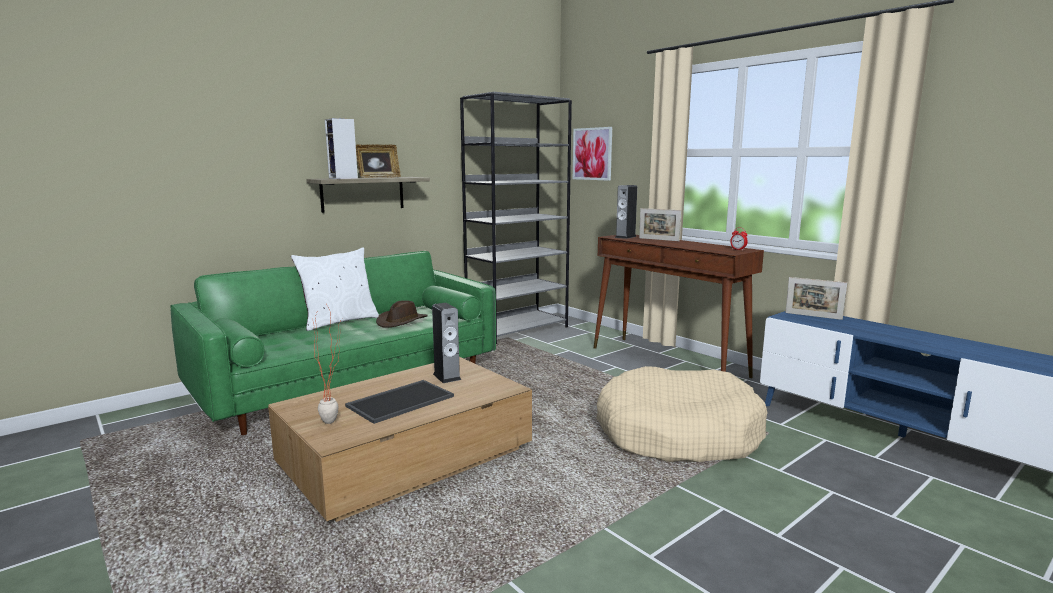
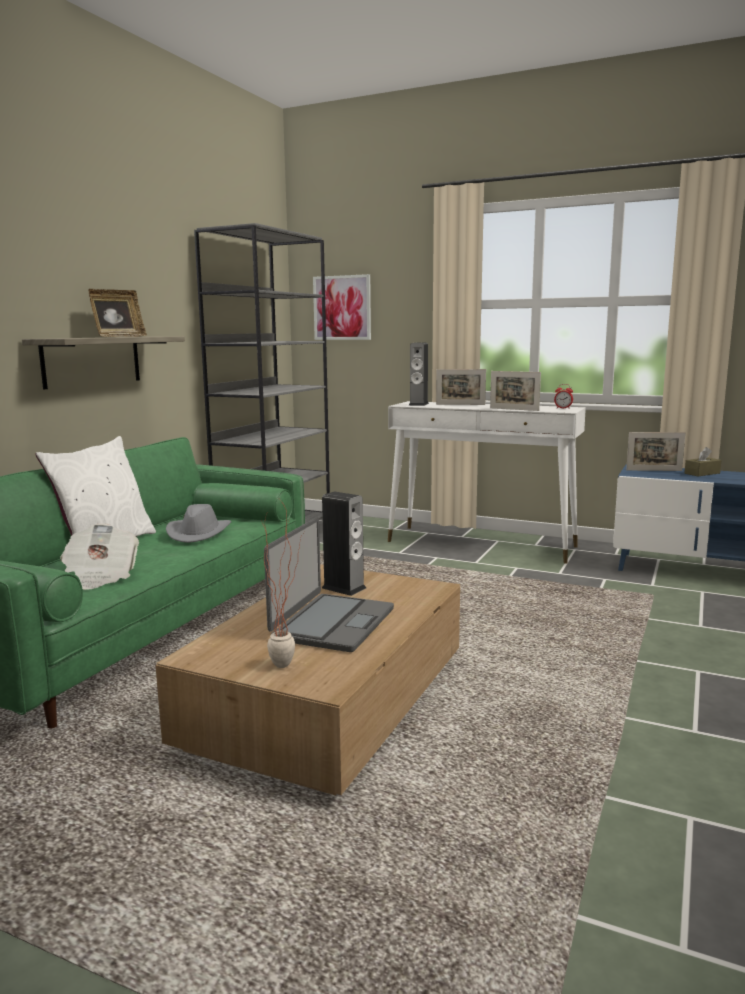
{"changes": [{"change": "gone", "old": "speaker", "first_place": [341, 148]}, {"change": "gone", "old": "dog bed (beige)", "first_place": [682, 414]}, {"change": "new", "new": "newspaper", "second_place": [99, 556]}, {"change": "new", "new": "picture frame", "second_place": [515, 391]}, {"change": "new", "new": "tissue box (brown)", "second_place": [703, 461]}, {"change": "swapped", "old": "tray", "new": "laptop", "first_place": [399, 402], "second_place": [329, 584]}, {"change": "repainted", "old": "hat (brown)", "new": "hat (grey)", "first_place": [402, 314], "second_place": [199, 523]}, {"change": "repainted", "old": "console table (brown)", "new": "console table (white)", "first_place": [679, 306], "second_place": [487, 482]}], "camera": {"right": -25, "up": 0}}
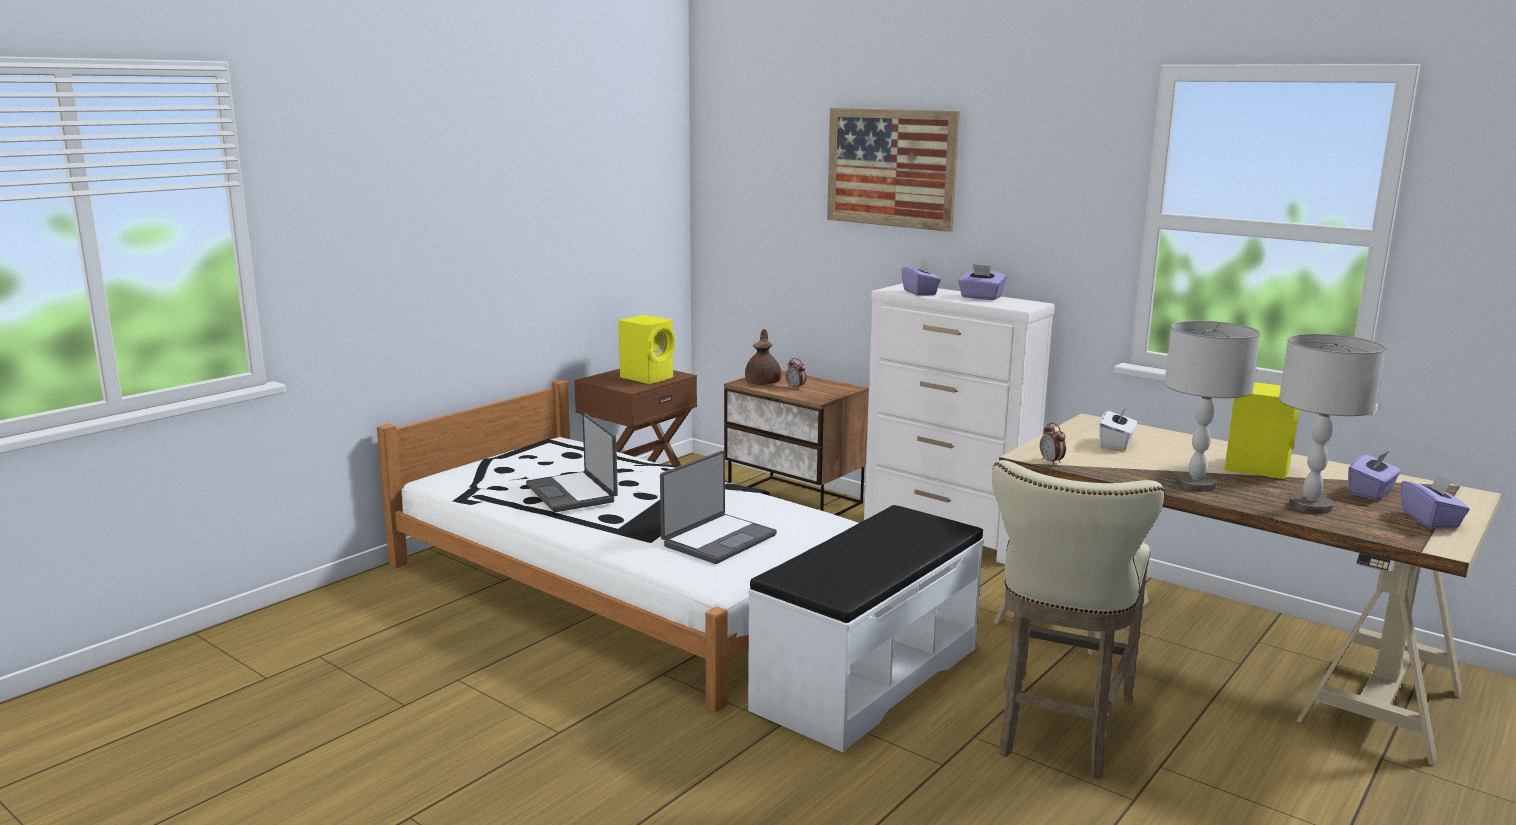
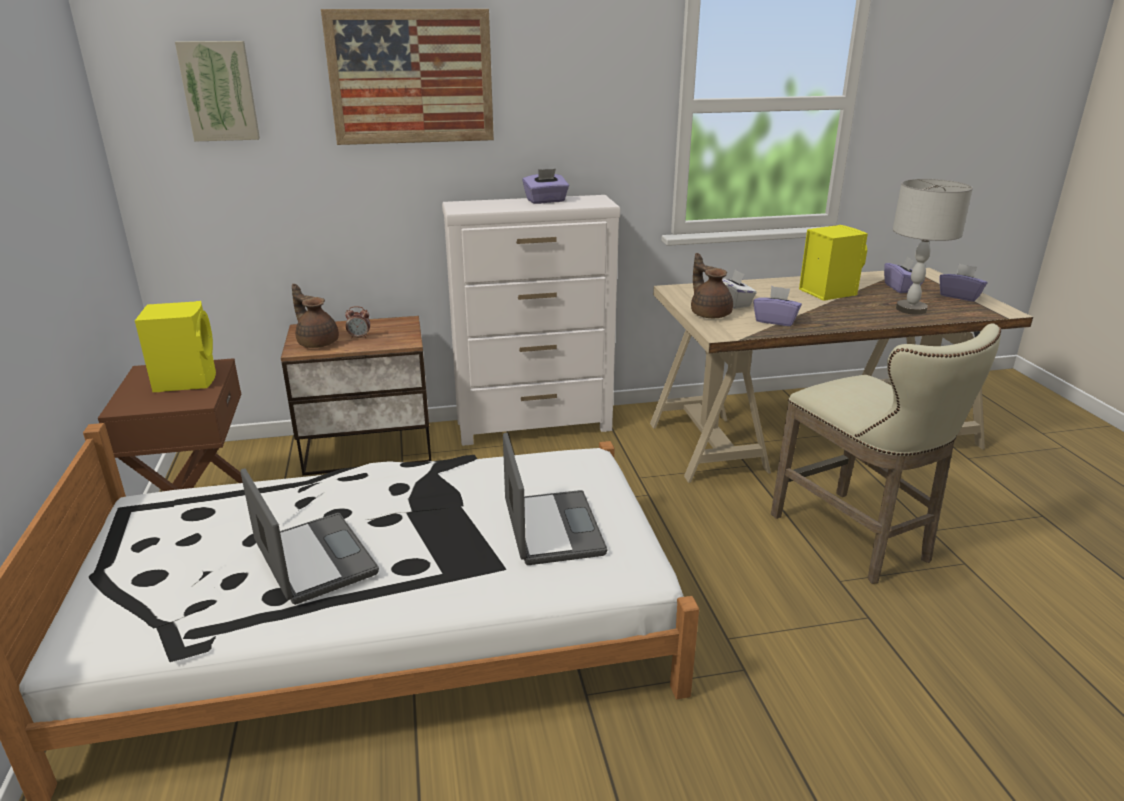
{"changes": [{"change": "gone", "old": "bench (white)", "first_place": [866, 628]}, {"change": "gone", "old": "alarm clock", "first_place": [1053, 444]}, {"change": "gone", "old": "table lamp (grey)", "first_place": [1212, 406]}, {"change": "new", "new": "picture", "second_place": [217, 91]}, {"change": "new", "new": "teapot (brown)", "second_place": [712, 285]}, {"change": "shifted", "old": "tissue box (purple)", "first_place": [921, 277], "second_place": [777, 306]}, {"change": "rotated", "old": "laptop", "first_place": [572, 462], "second_place": [310, 537], "degrees": -135}], "camera": {"right": -50, "up": 10}}
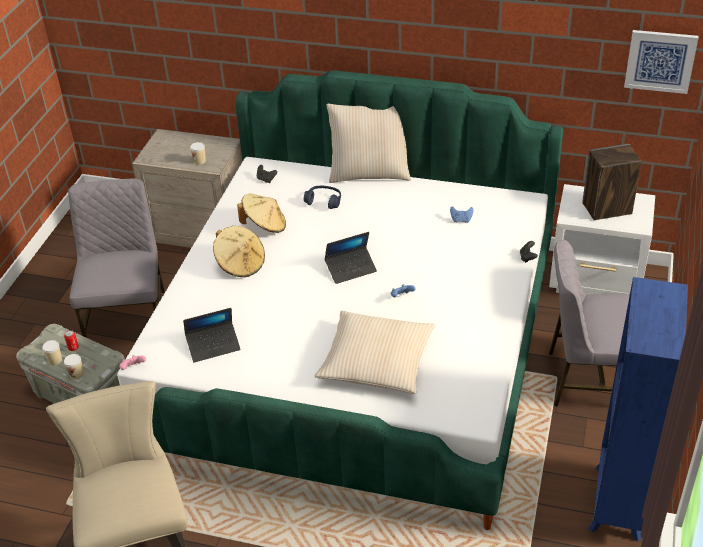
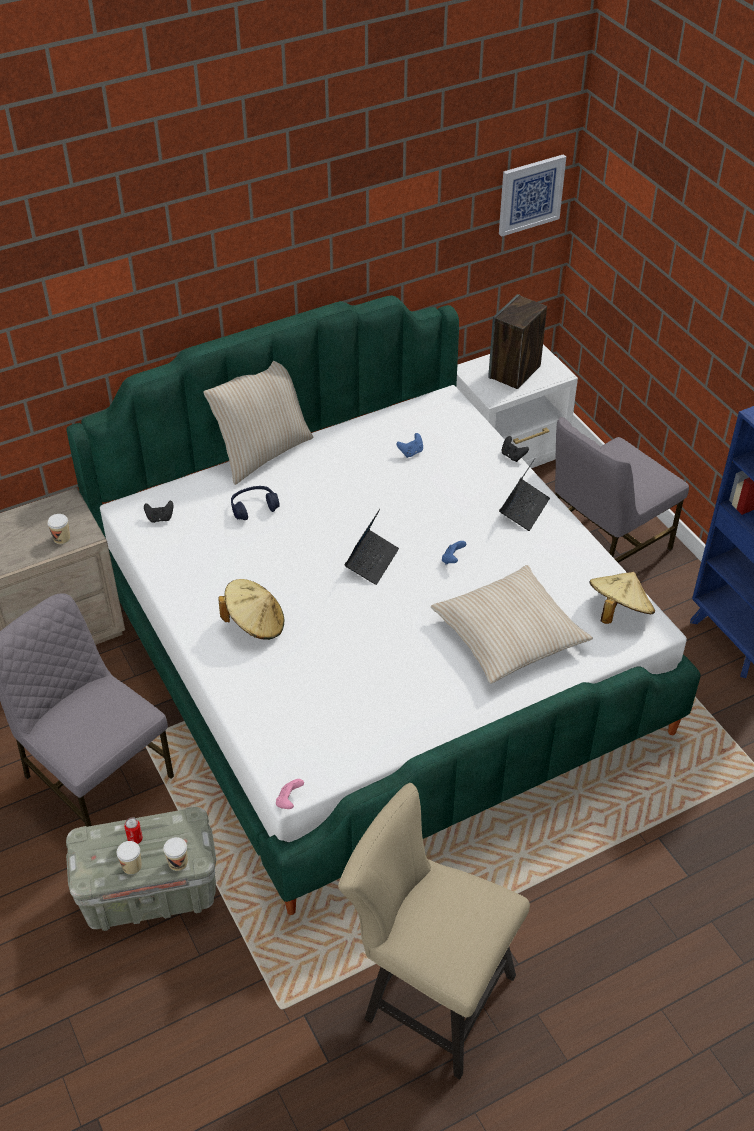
{"changes": [{"change": "shifted", "old": "laptop", "first_place": [212, 335], "second_place": [524, 495]}, {"change": "shifted", "old": "hat (beige)", "first_place": [261, 213], "second_place": [622, 598]}], "camera": {"right": -45, "up": 5}}
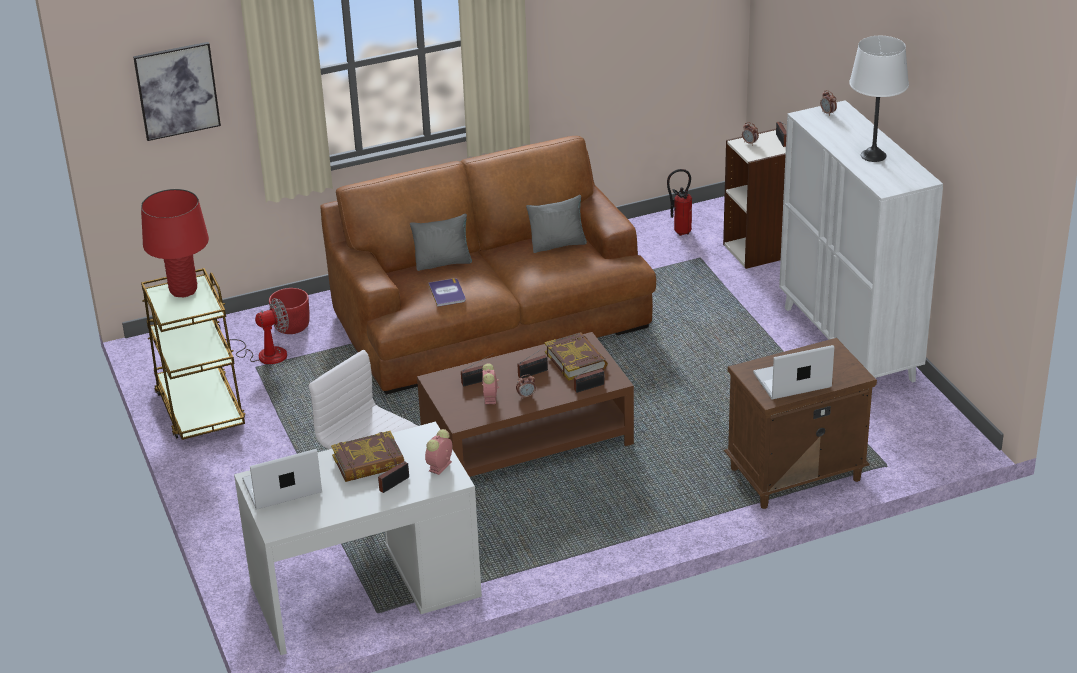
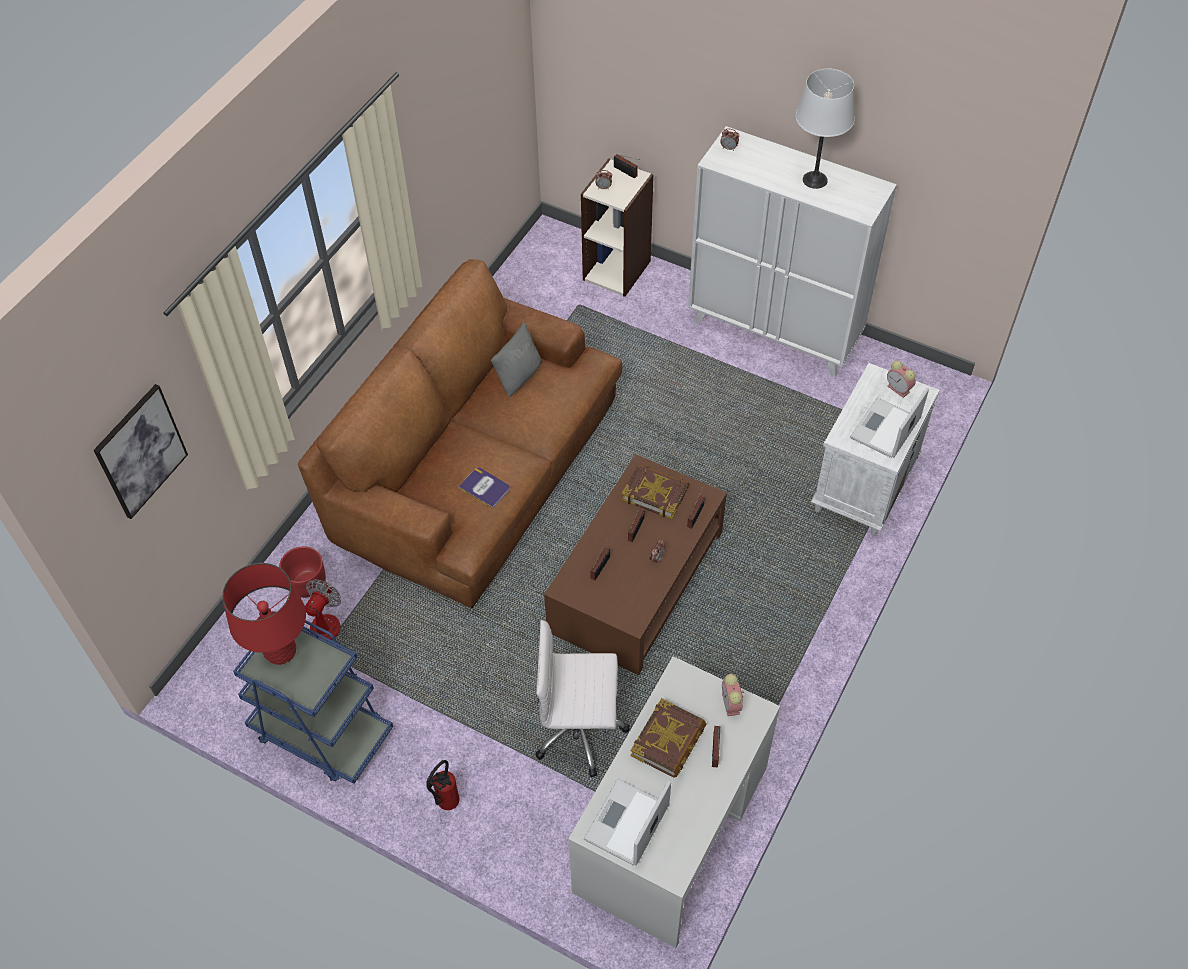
{"changes": [{"change": "gone", "old": "pillow (grey)", "first_place": [441, 242]}, {"change": "shifted", "old": "alarm clock", "first_place": [490, 384], "second_place": [901, 379]}, {"change": "shifted", "old": "fire extinguisher", "first_place": [679, 202], "second_place": [443, 785]}, {"change": "repainted", "old": "cart (brown)", "new": "cart (blue)", "first_place": [193, 354], "second_place": [313, 702]}, {"change": "repainted", "old": "nightstand (brown)", "new": "nightstand (white)", "first_place": [800, 423], "second_place": [875, 449]}], "camera": {"right": -40, "up": 20}}
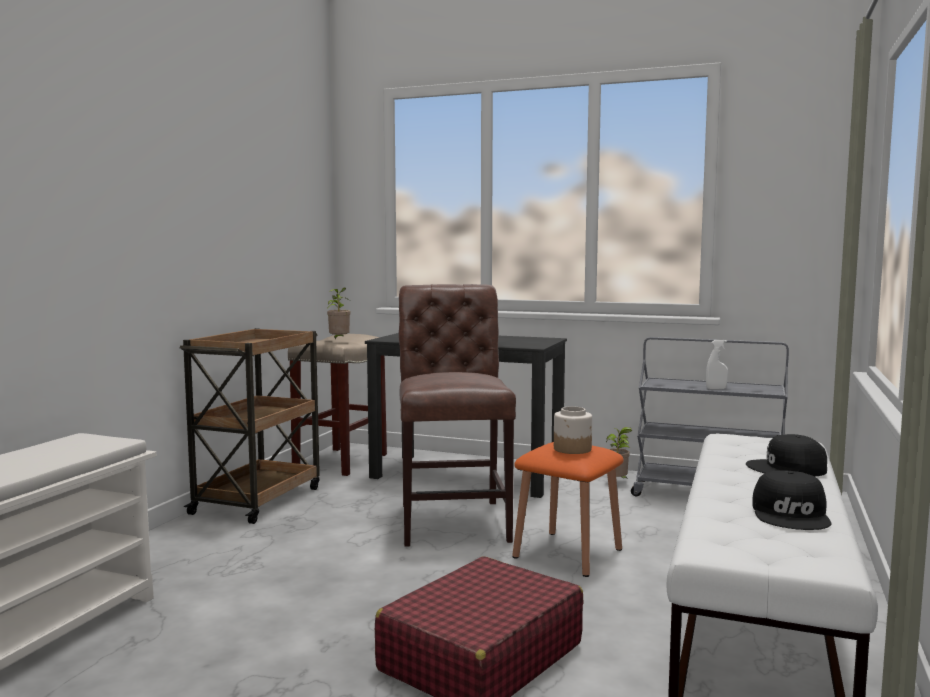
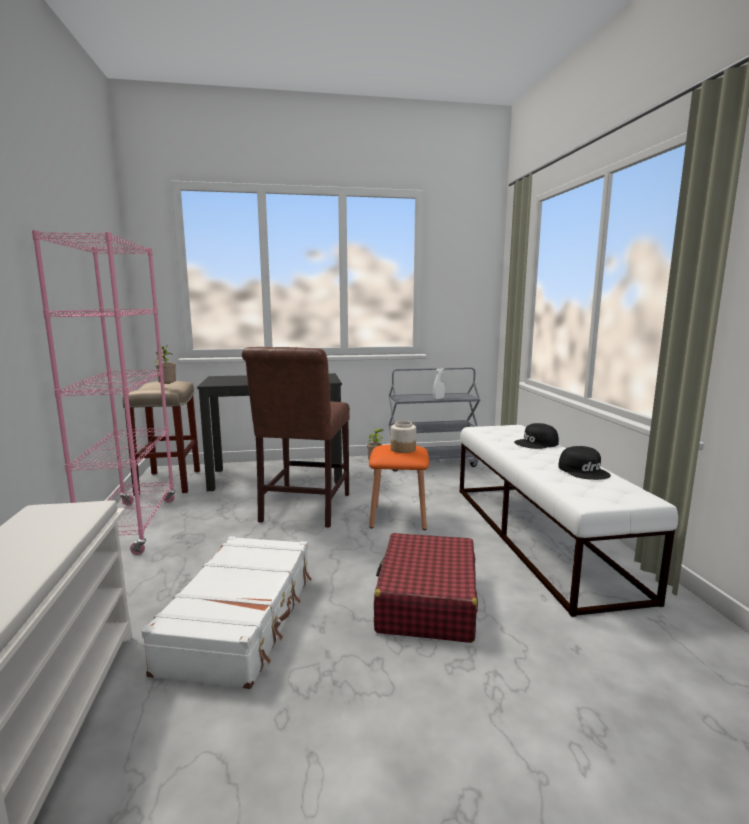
{"changes": [{"change": "new", "new": "suitcase (white)", "second_place": [227, 612]}, {"change": "swapped", "old": "cart (brown)", "new": "bookcase (pink)", "first_place": [250, 426], "second_place": [104, 392]}, {"change": "rotated", "old": "chair (brown)", "first_place": [457, 415], "second_place": [296, 437], "degrees": -135}], "camera": {"right": -30, "up": 5}}
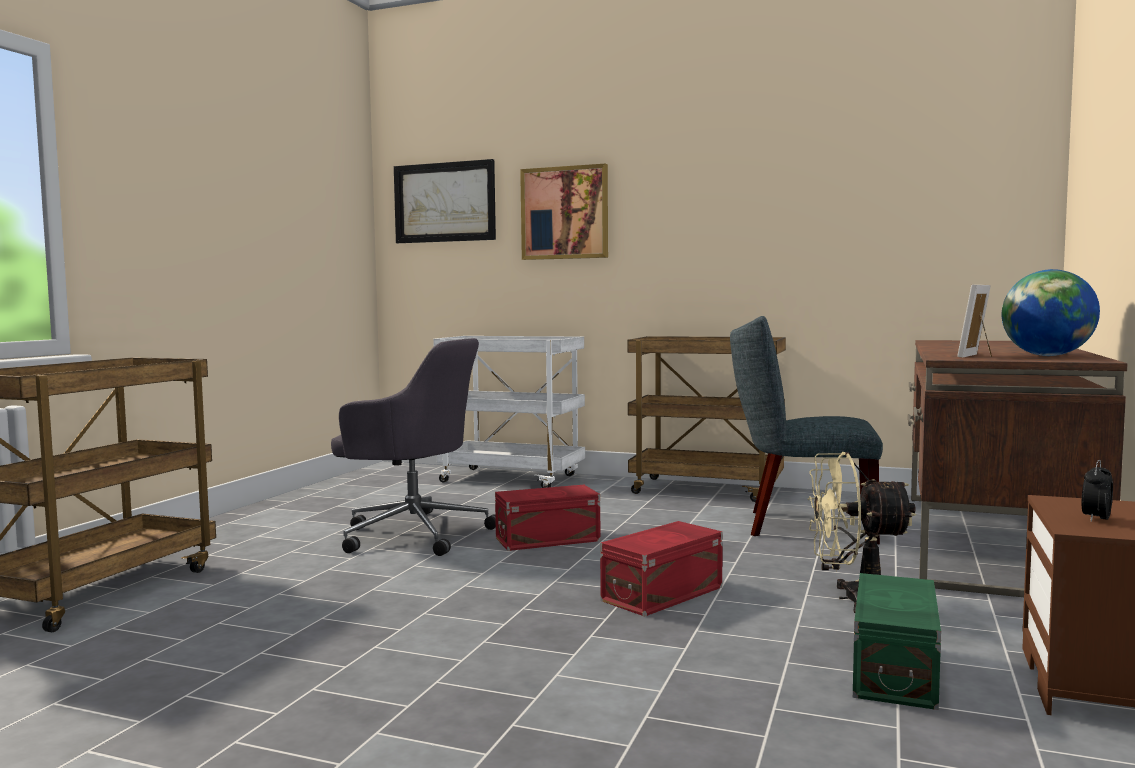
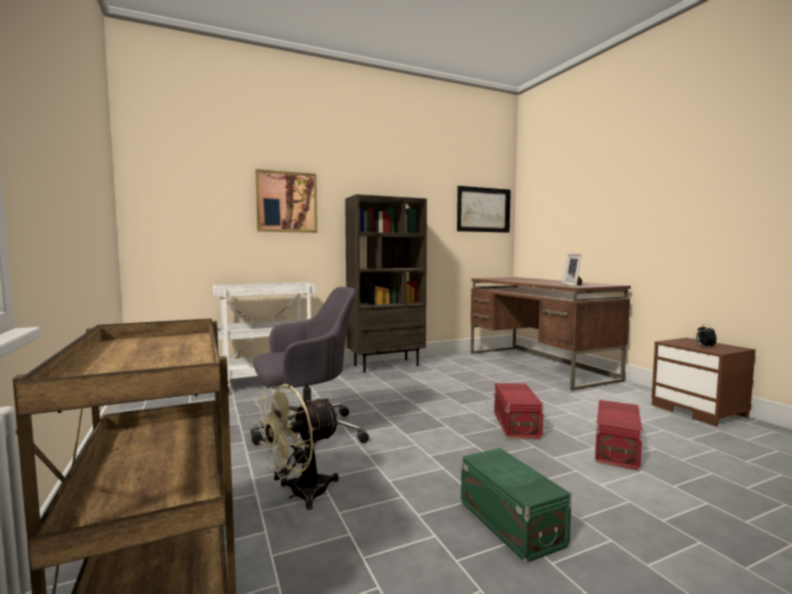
{"changes": [{"change": "gone", "old": "chair (grey)", "first_place": [806, 430]}, {"change": "gone", "old": "globe", "first_place": [1051, 312]}, {"change": "shifted", "old": "picture", "first_place": [445, 201], "second_place": [484, 209]}, {"change": "shifted", "old": "storage box (red)", "first_place": [548, 518], "second_place": [619, 435]}, {"change": "shifted", "old": "fan (beige)", "first_place": [862, 532], "second_place": [297, 447]}, {"change": "shifted", "old": "storage box (green)", "first_place": [897, 641], "second_place": [516, 505]}, {"change": "swapped", "old": "cart (brown)", "new": "bookcase (brown)", "first_place": [707, 419], "second_place": [386, 283]}], "camera": {"right": -45, "up": 0}}
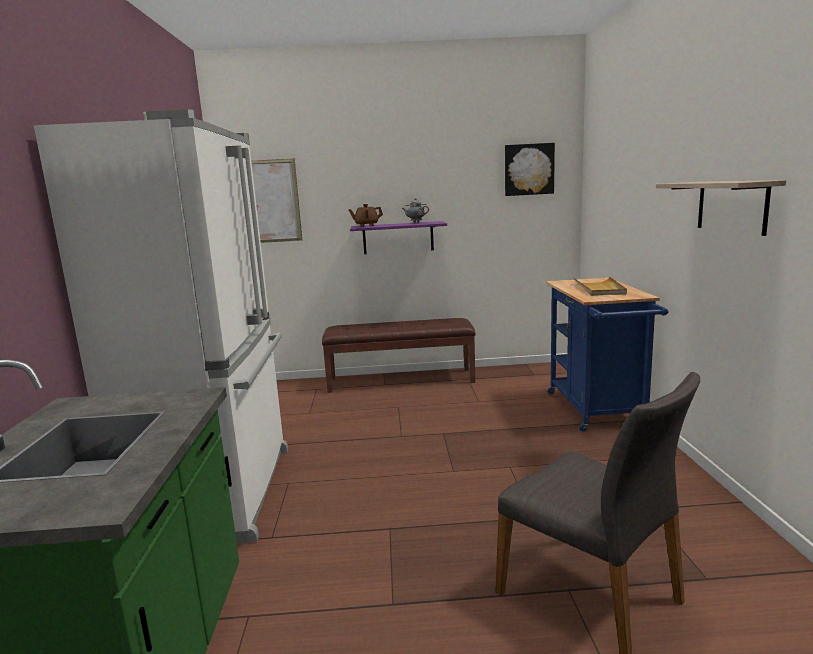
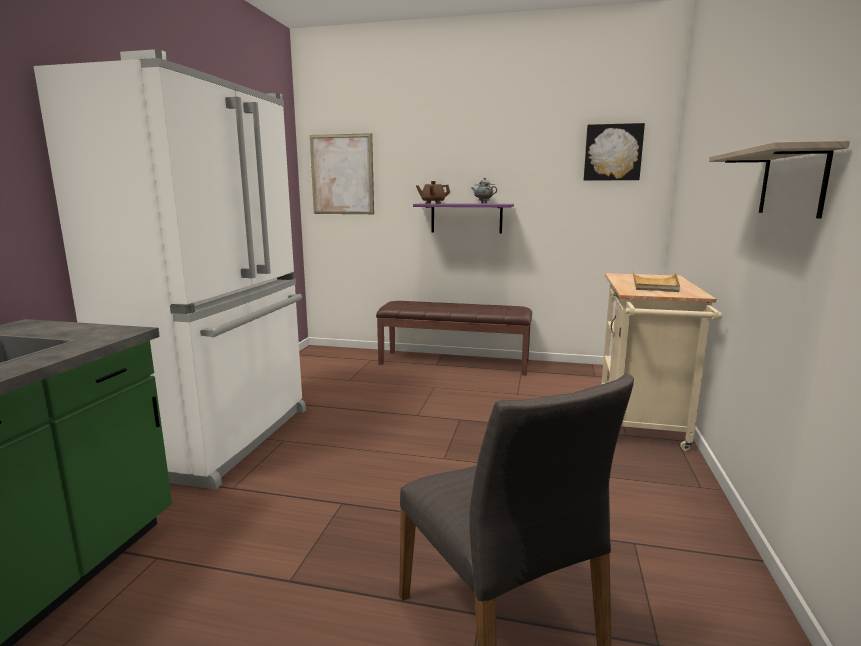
{"changes": [{"change": "repainted", "old": "cart (blue)", "new": "cart (beige)", "first_place": [607, 355], "second_place": [661, 362]}], "camera": {"right": 15, "up": 0}}
